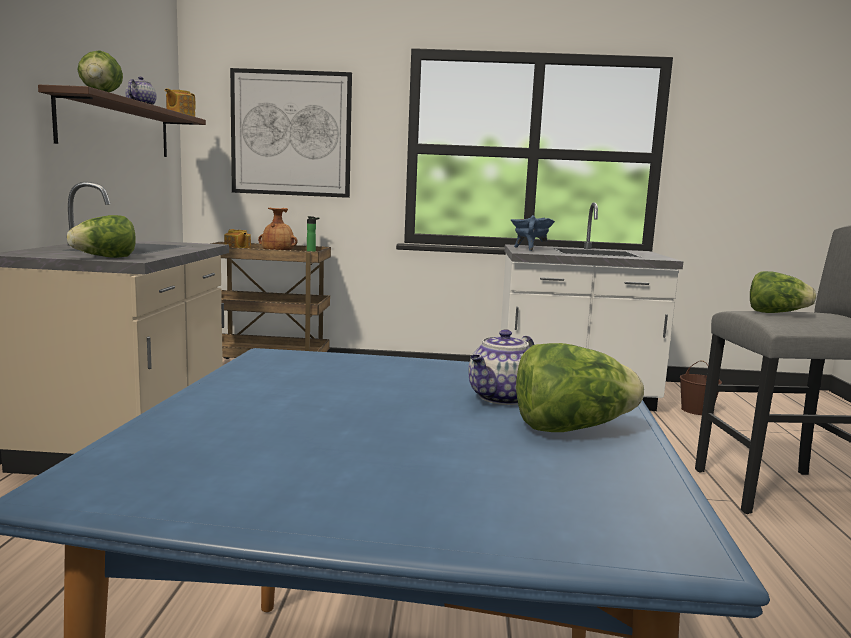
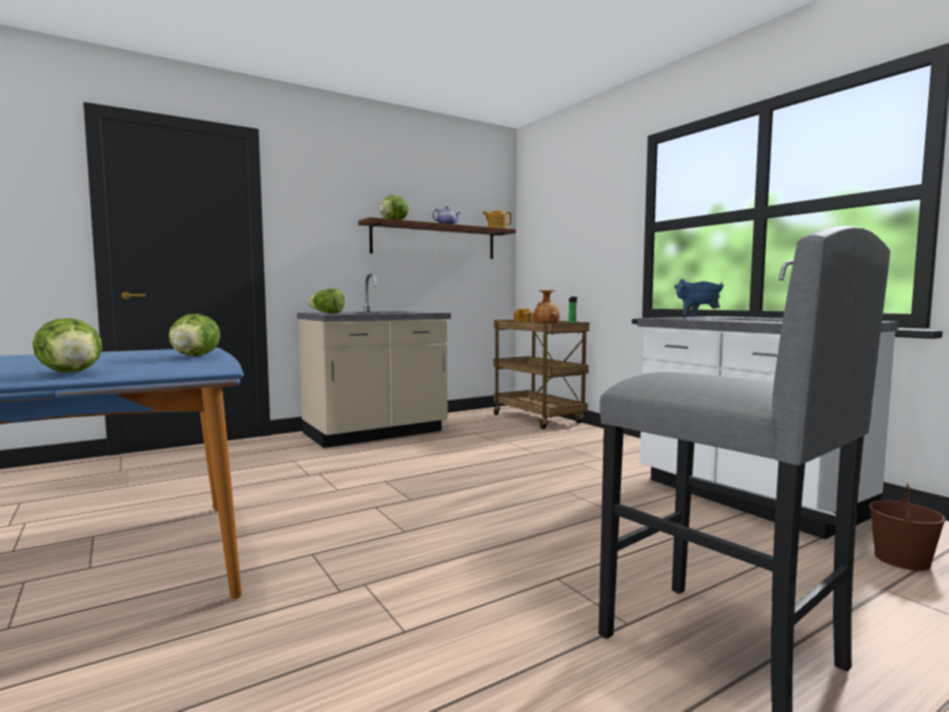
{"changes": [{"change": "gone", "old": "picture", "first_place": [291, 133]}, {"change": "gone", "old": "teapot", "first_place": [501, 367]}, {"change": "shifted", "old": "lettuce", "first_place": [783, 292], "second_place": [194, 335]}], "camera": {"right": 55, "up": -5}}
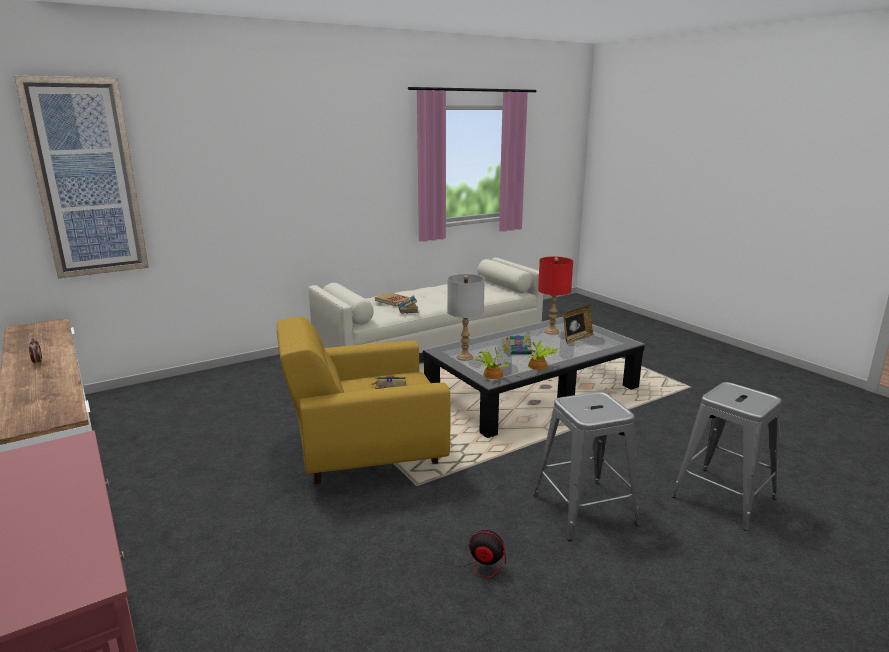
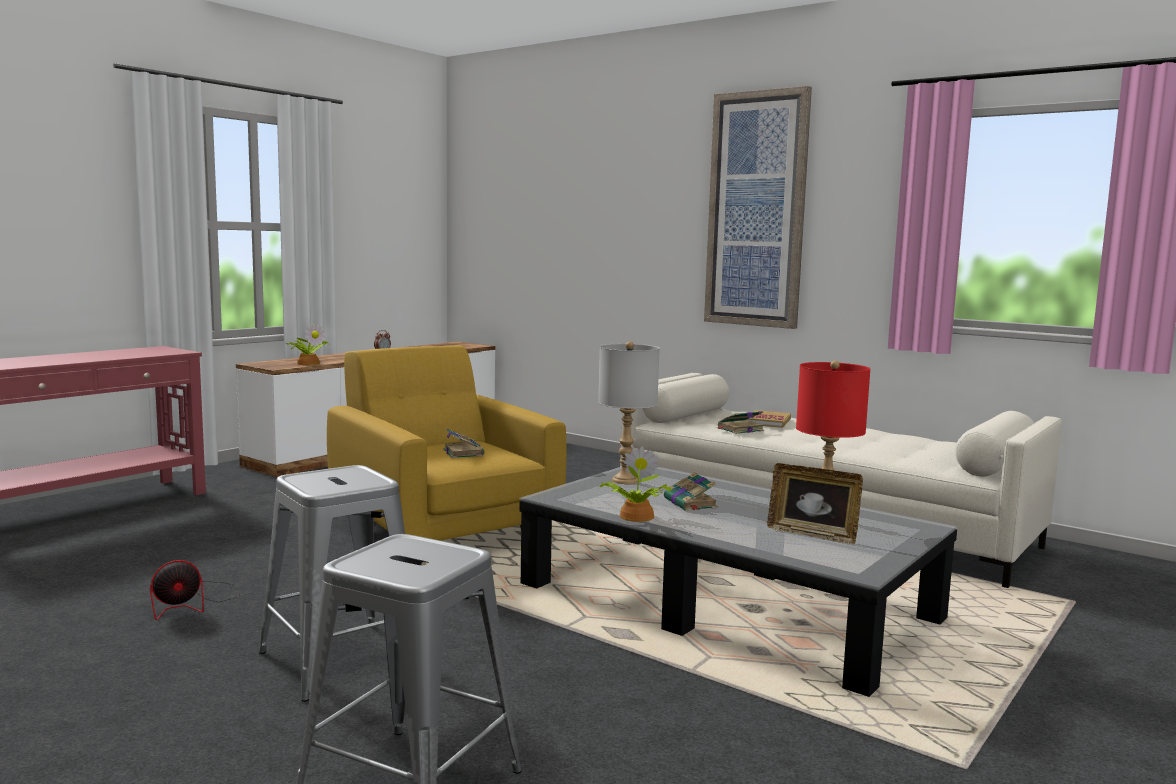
{"changes": [{"change": "shifted", "old": "picture", "first_place": [81, 177], "second_place": [758, 207]}, {"change": "shifted", "old": "potted plant", "first_place": [494, 358], "second_place": [308, 344]}, {"change": "rotated", "old": "fan", "first_place": [466, 577], "second_place": [195, 590], "degrees": 60}], "camera": {"right": 70, "up": -10}}
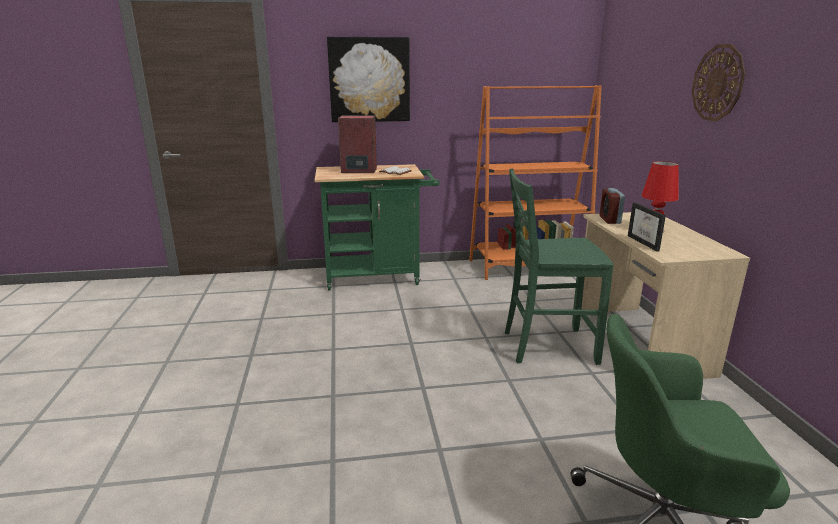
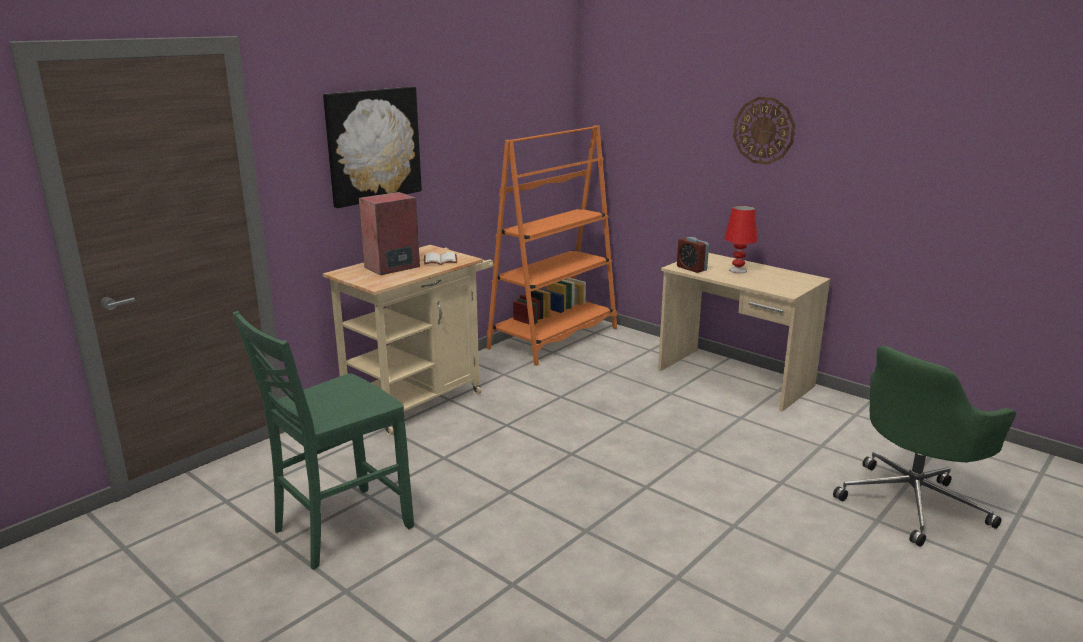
{"changes": [{"change": "gone", "old": "picture frame", "first_place": [647, 227]}, {"change": "shifted", "old": "chair (green)", "first_place": [559, 266], "second_place": [323, 440]}, {"change": "repainted", "old": "cart (green)", "new": "cart (beige)", "first_place": [377, 227], "second_place": [408, 340]}], "camera": {"right": -40, "up": 0}}
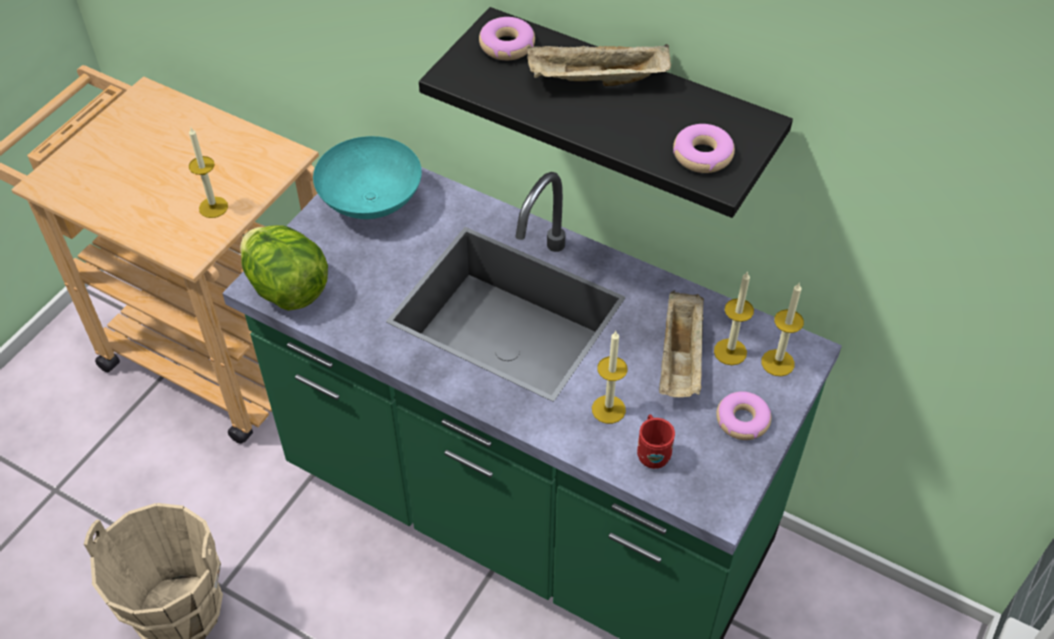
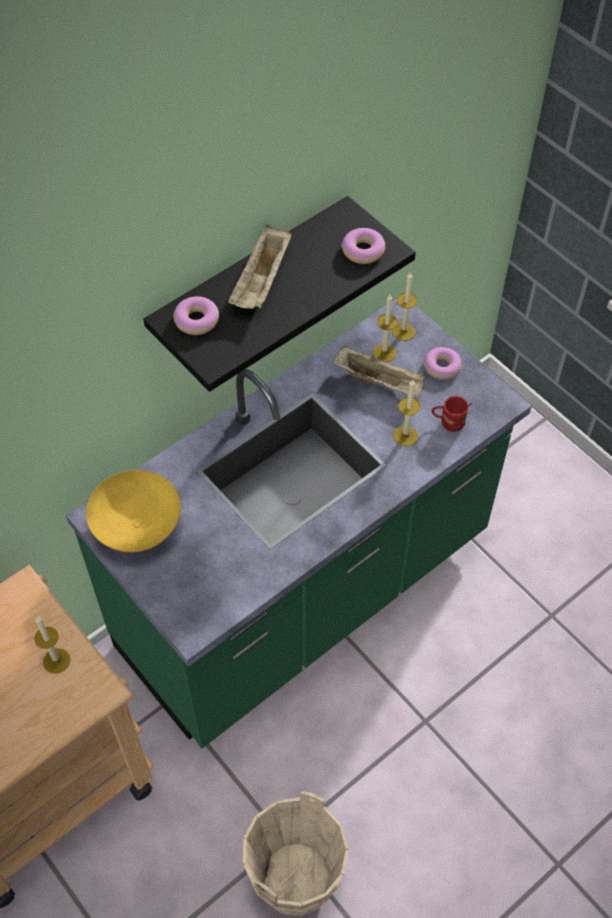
{"changes": [{"change": "gone", "old": "lettuce", "first_place": [284, 268]}, {"change": "repainted", "old": "bowl (turquoise)", "new": "bowl (yellow)", "first_place": [367, 177], "second_place": [133, 511]}], "camera": {"right": -70, "up": 5}}
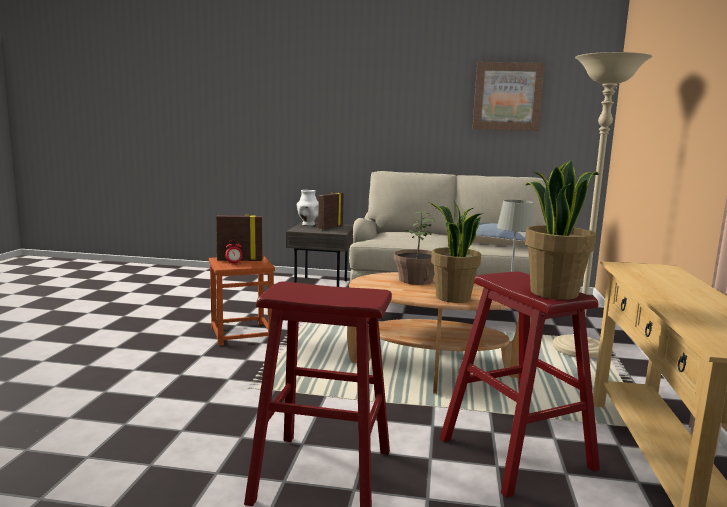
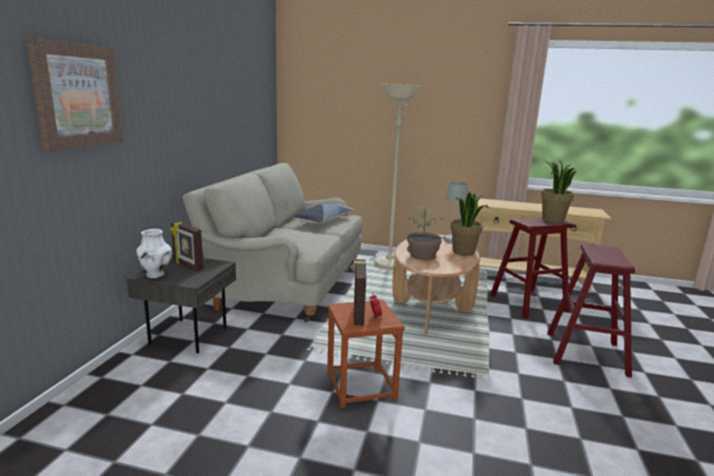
{"changes": [{"change": "shifted", "old": "picture", "first_place": [509, 96], "second_place": [74, 94]}], "camera": {"right": -85, "up": 5}}
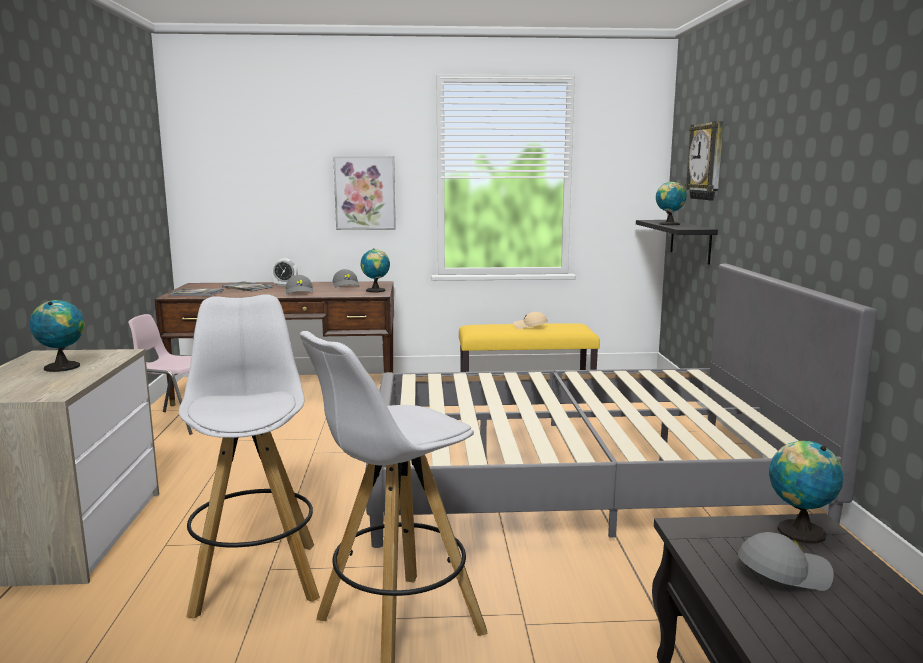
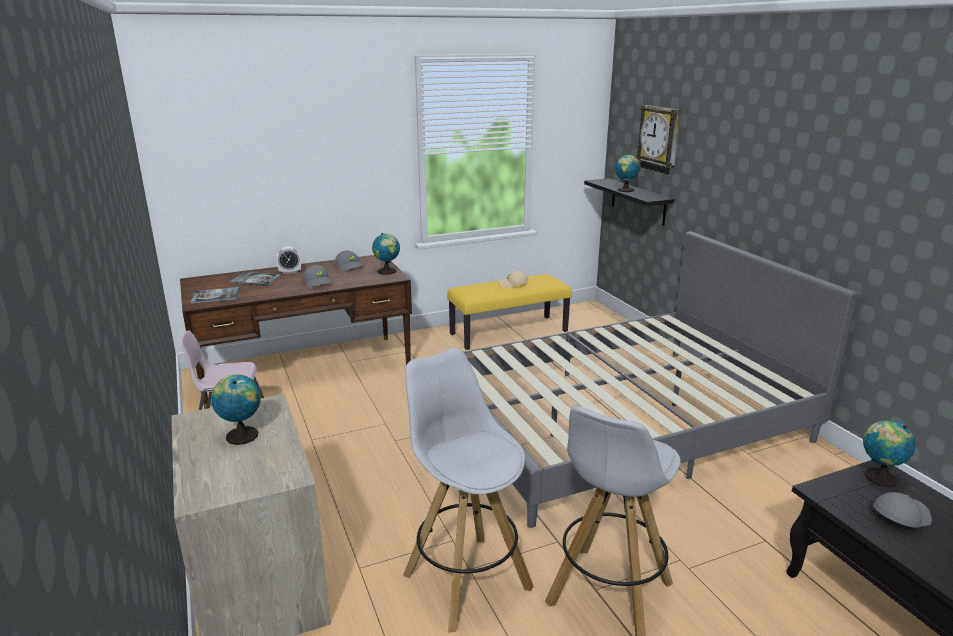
{"changes": [{"change": "gone", "old": "picture", "first_place": [364, 193]}], "camera": {"right": -20, "up": 10}}
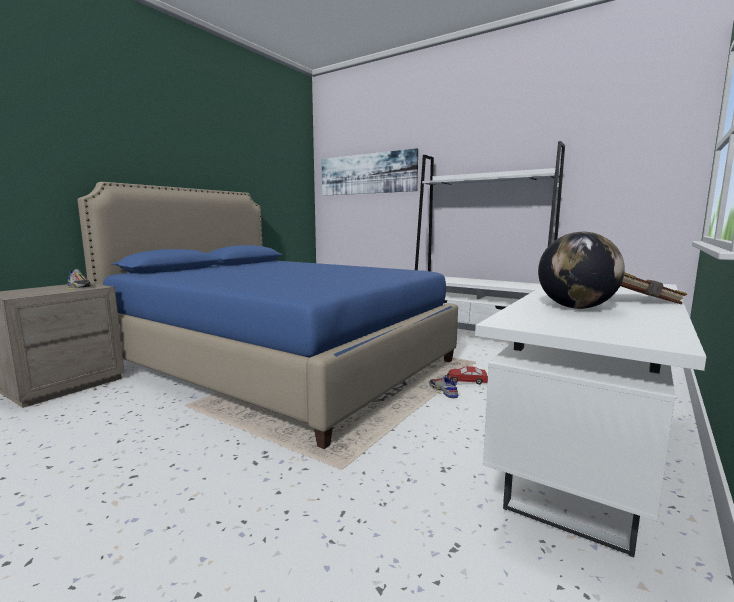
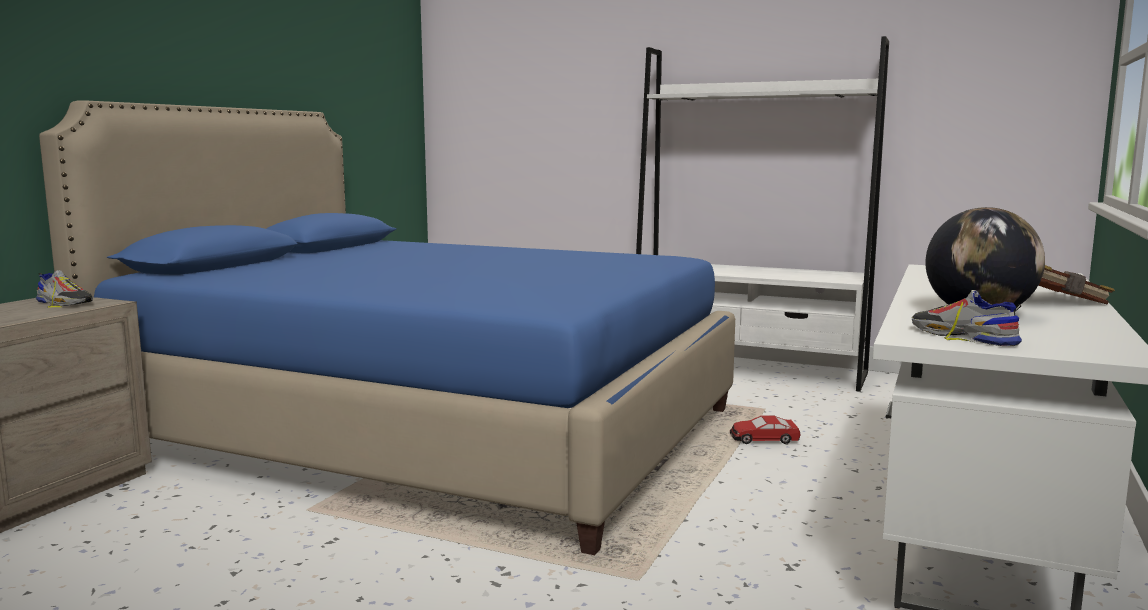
{"changes": [{"change": "gone", "old": "picture", "first_place": [369, 172]}, {"change": "shifted", "old": "shoe", "first_place": [444, 386], "second_place": [967, 318]}], "camera": {"right": -10, "up": 0}}
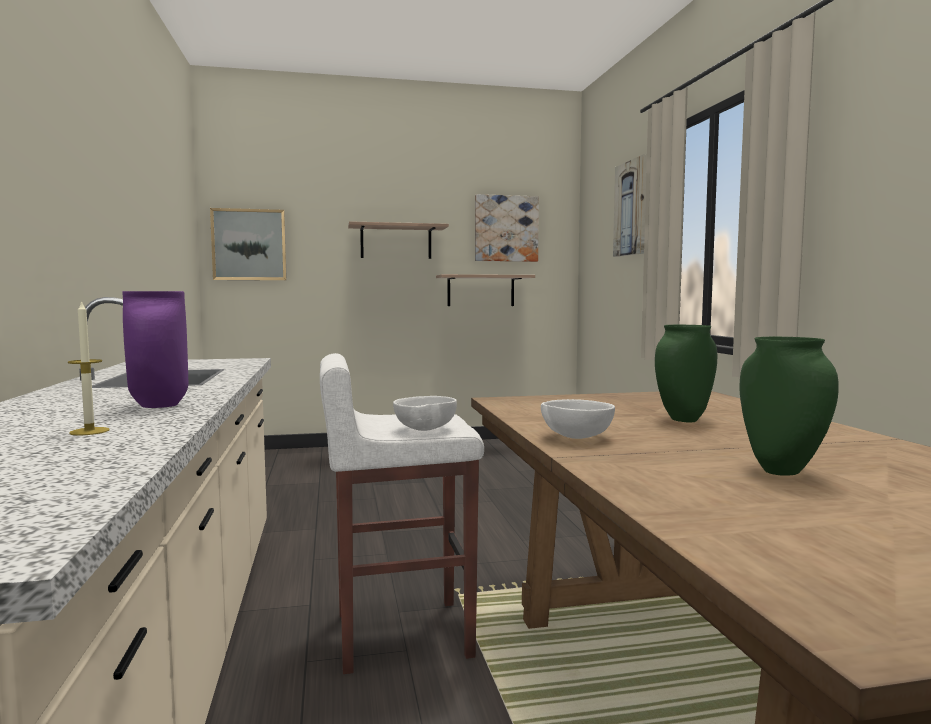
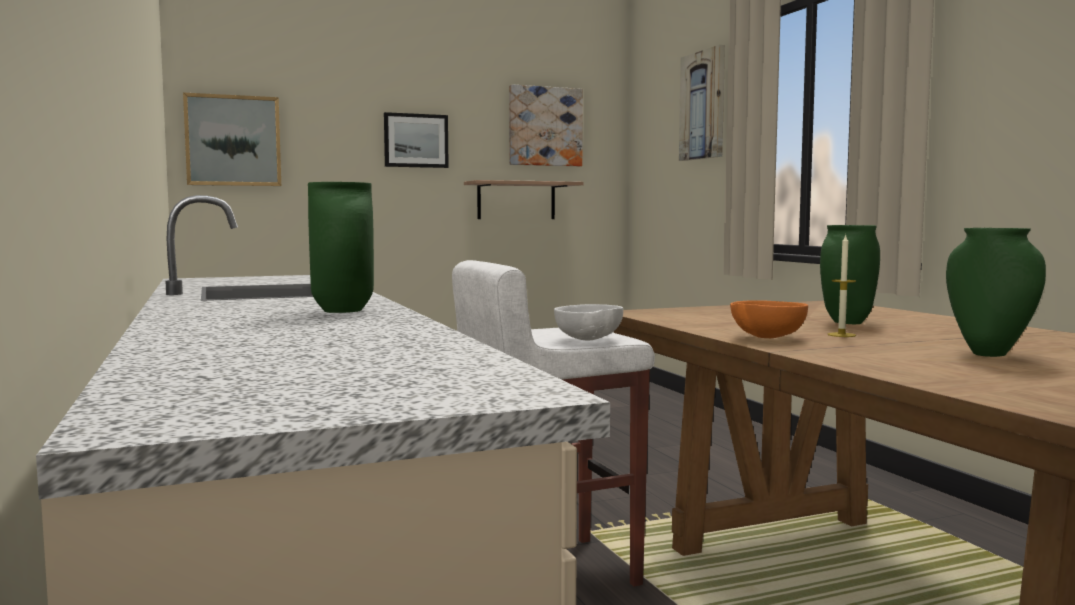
{"changes": [{"change": "shifted", "old": "candle", "first_place": [88, 367], "second_place": [841, 285]}, {"change": "swapped", "old": "shelf", "new": "picture", "first_place": [398, 240], "second_place": [416, 140]}, {"change": "repainted", "old": "vase (purple)", "new": "vase (green)", "first_place": [155, 349], "second_place": [341, 247]}, {"change": "repainted", "old": "bowl (white)", "new": "bowl (orange)", "first_place": [578, 419], "second_place": [769, 319]}], "camera": {"right": -10, "up": 0}}
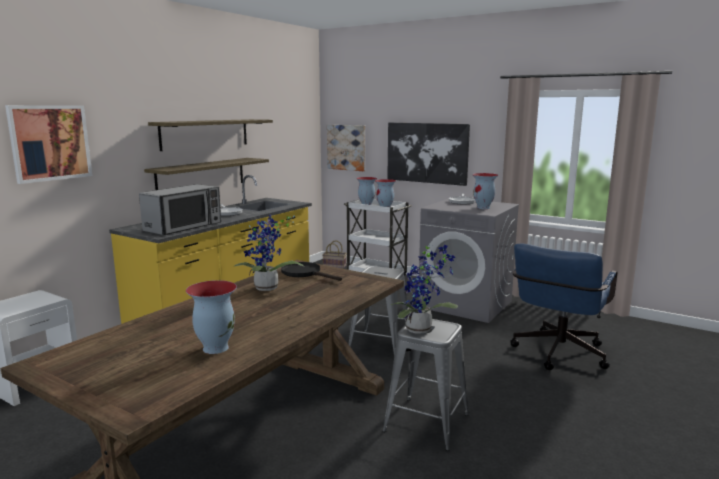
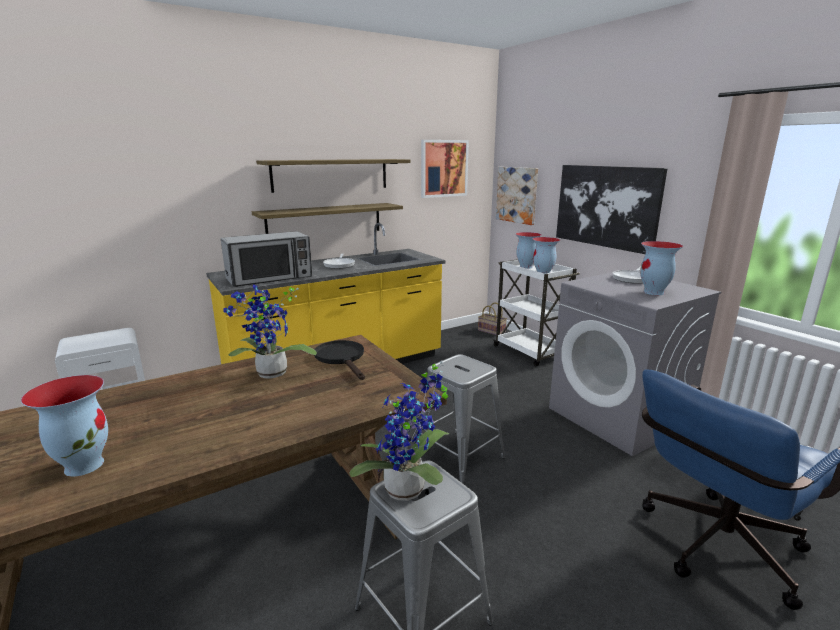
{"changes": [{"change": "shifted", "old": "picture", "first_place": [48, 144], "second_place": [445, 169]}], "camera": {"right": 25, "up": 5}}
